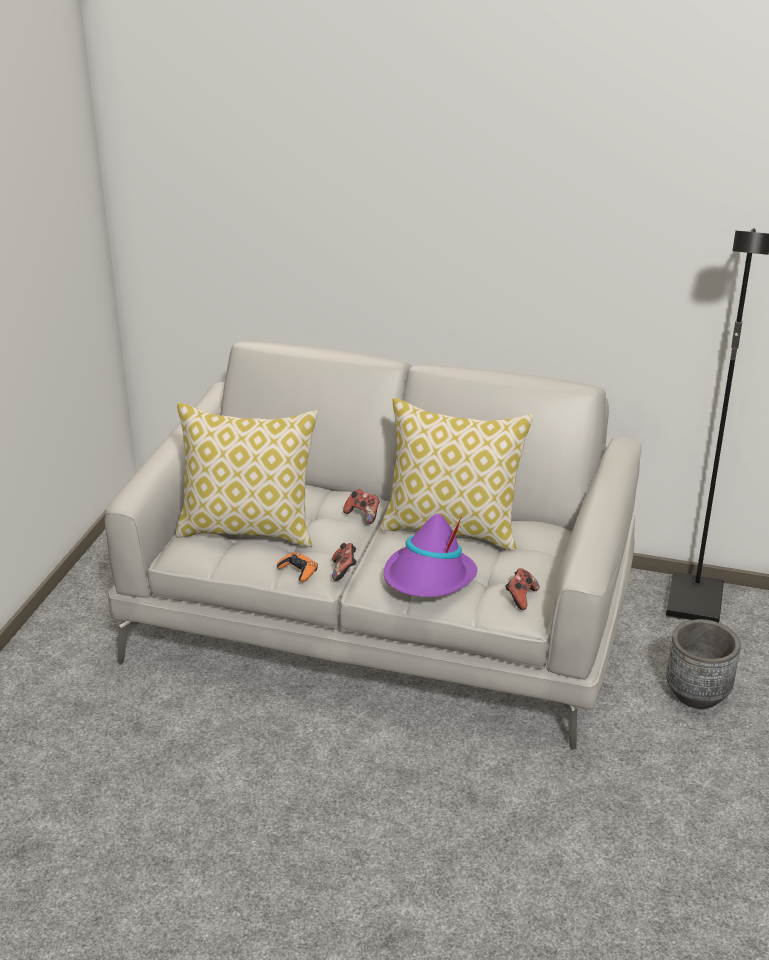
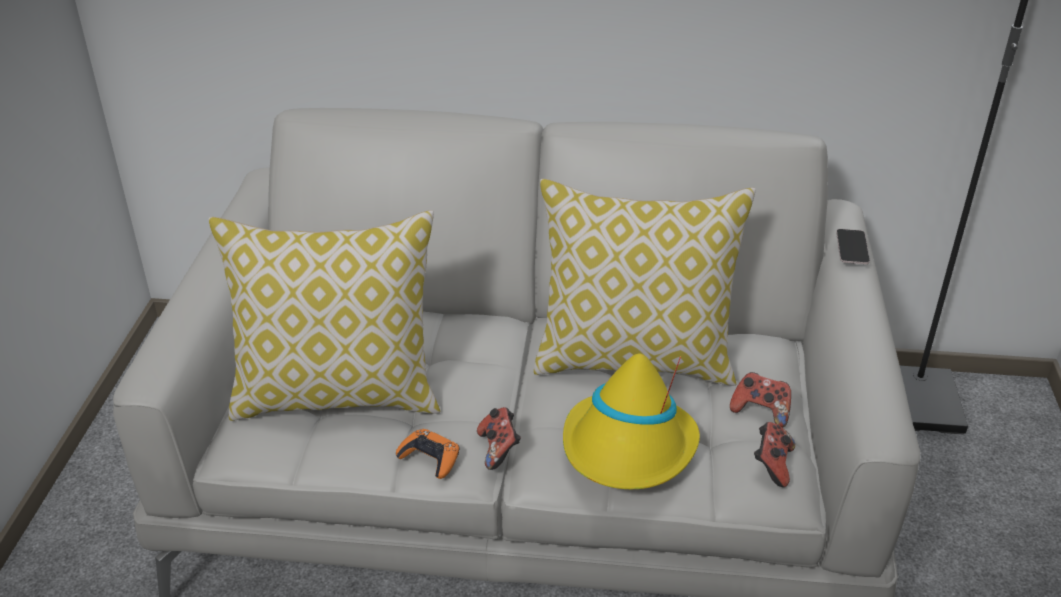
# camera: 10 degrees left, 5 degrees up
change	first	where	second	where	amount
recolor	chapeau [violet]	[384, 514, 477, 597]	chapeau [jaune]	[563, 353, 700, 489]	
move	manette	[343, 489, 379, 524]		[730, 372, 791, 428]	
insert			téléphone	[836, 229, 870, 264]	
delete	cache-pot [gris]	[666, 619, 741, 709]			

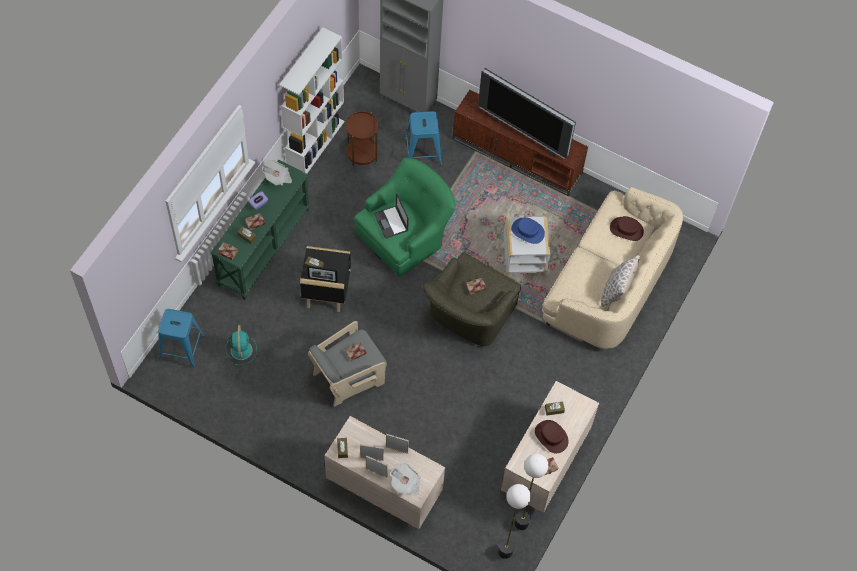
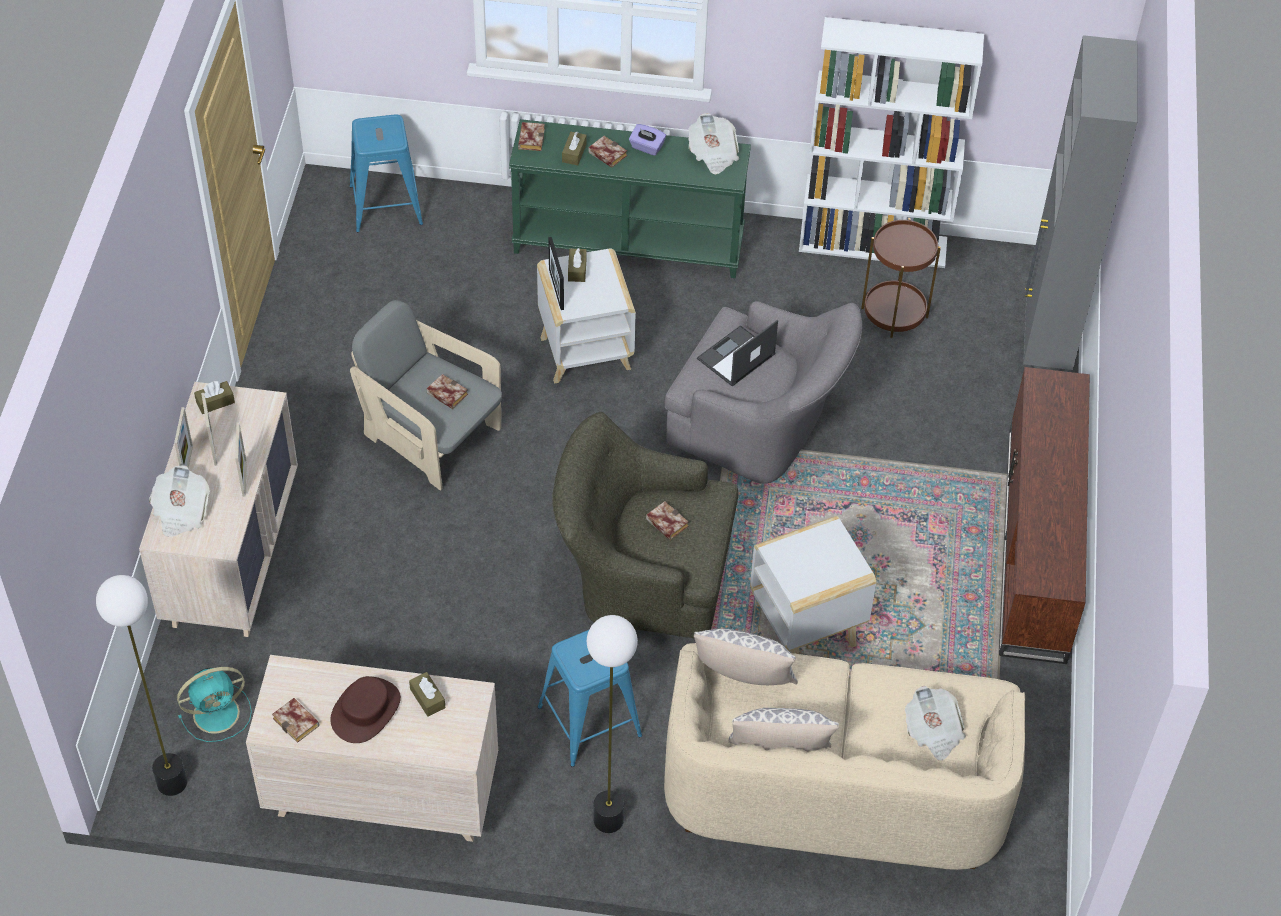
# camera: 70 degrees right, 10 degrees down
change	first	where	second	where	amount
move	ventilateur [turquoise]	[225, 325, 257, 366]		[177, 667, 252, 742]	
recolor	table d'appoint [noir]	[300, 246, 351, 312]	table d'appoint [blanc]	[537, 248, 636, 384]	
move	tabouret [bleu]	[404, 111, 442, 165]		[538, 630, 642, 767]	
move	lampadaire	[514, 454, 548, 530]		[587, 615, 638, 833]	
recolor	fauteuil [vert]	[354, 158, 456, 277]	fauteuil [gris]	[665, 301, 862, 484]	
insert			coussin	[694, 629, 797, 685]	
replace	chapeau [marron]	[610, 216, 644, 241]	journal	[905, 686, 966, 761]	
delete	téléviseur	[478, 68, 576, 159]			
delete	chapeau [bleu]	[511, 217, 545, 244]			

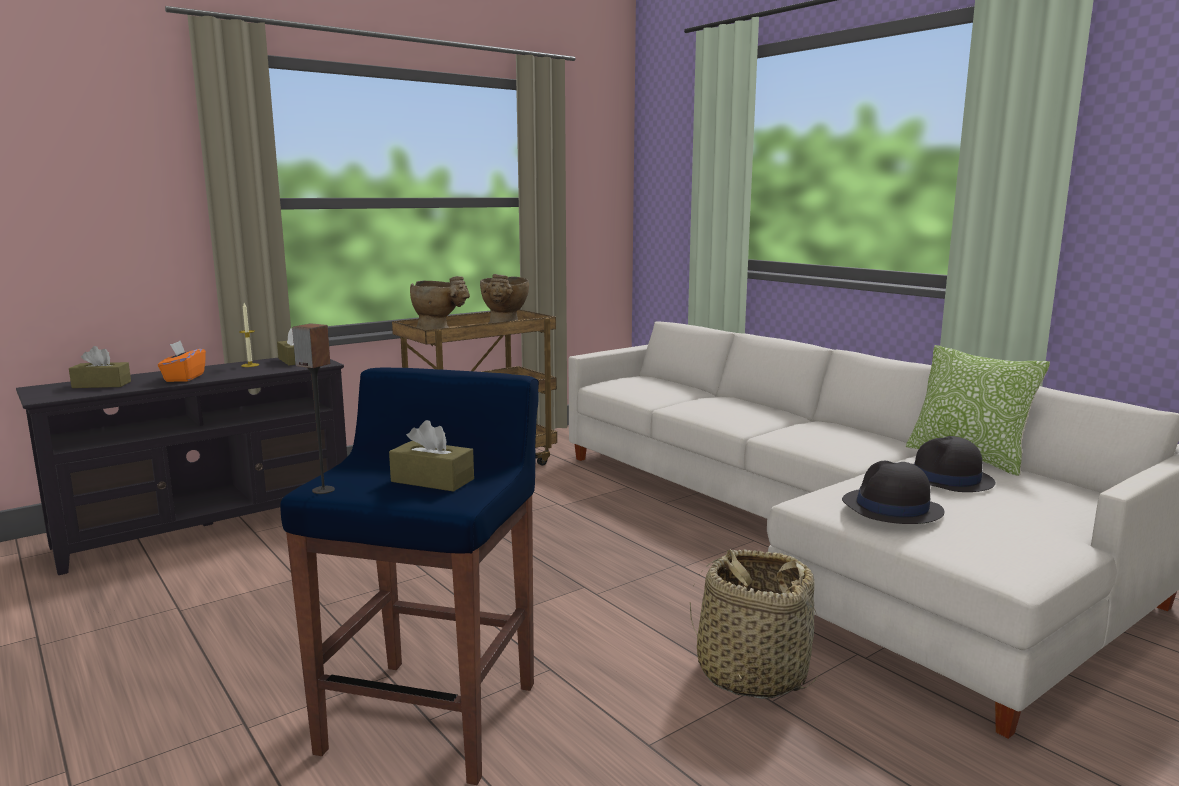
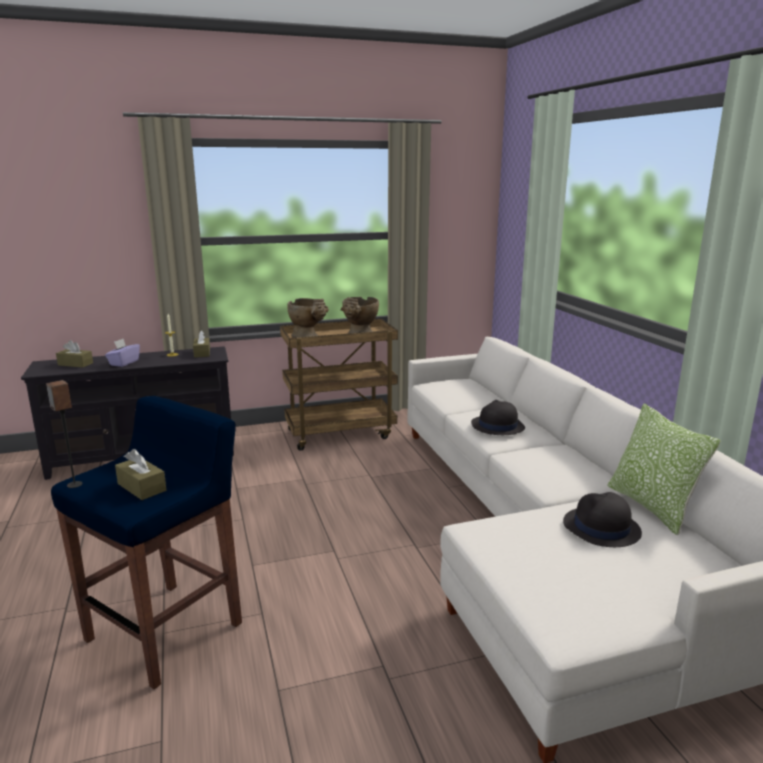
# camera: 20 degrees right, 5 degrees up
change	first	where	second	where	amount
recolor	boîte à mouchoirs [orange]	[158, 341, 206, 382]	boîte à mouchoirs [violet]	[105, 339, 140, 367]	
move	chapeau [noir]	[842, 461, 944, 524]		[471, 400, 525, 435]	
delete	panier	[690, 549, 819, 699]			

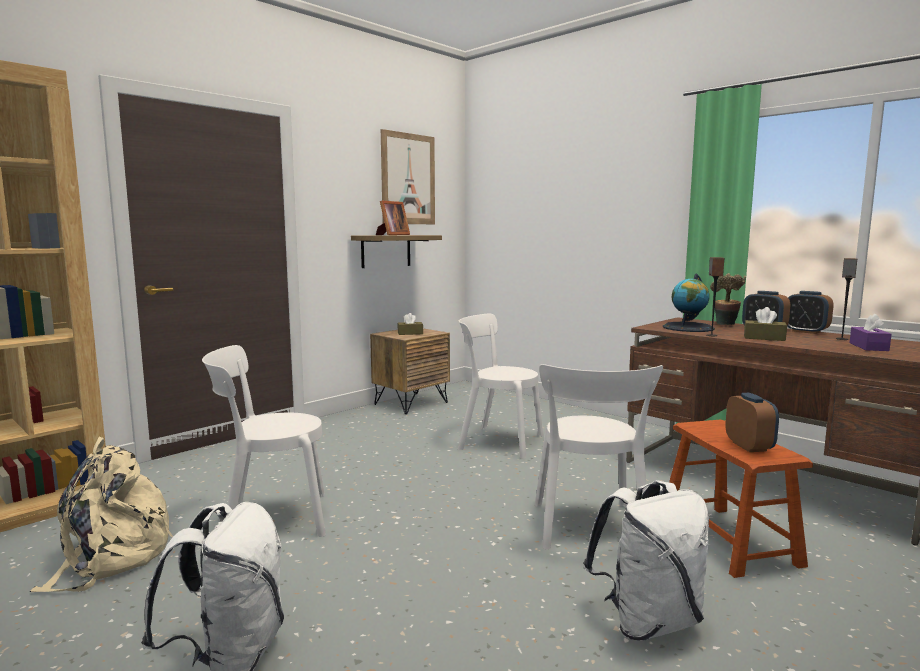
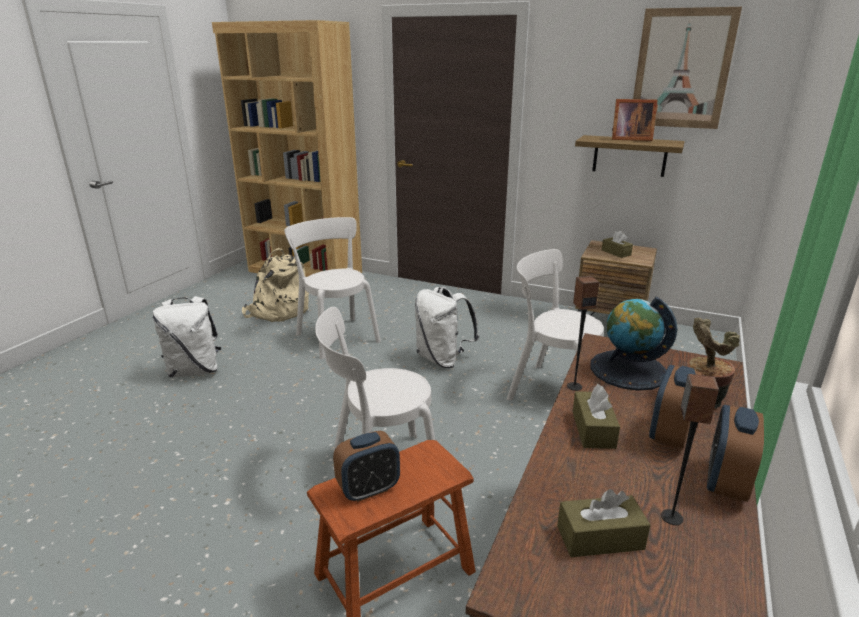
# camera: 70 degrees right, 15 degrees up
change	first	where	second	where	amount
move	sac à dos [blanc]	[583, 480, 709, 641]		[415, 287, 479, 368]	
rotate	chaise [blanc]	[458, 314, 544, 459]		[507, 249, 604, 400]	60 degrees counterclockwise
recolor	boîte à mouchoirs [violet]	[850, 313, 892, 351]	boîte à mouchoirs [marron]	[557, 489, 650, 557]	

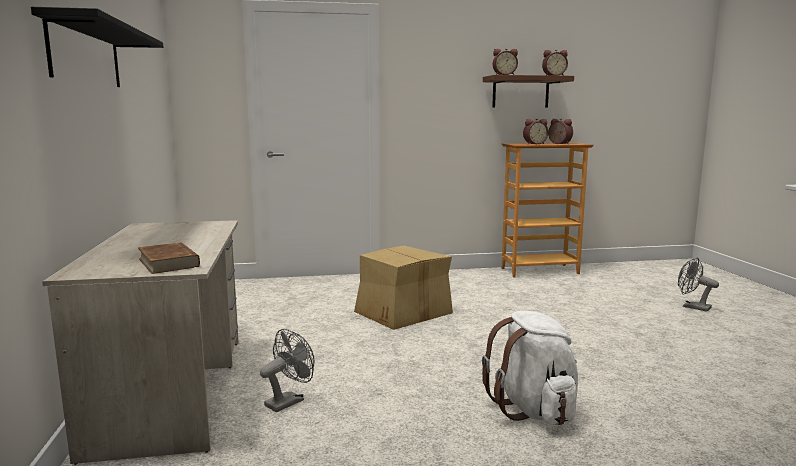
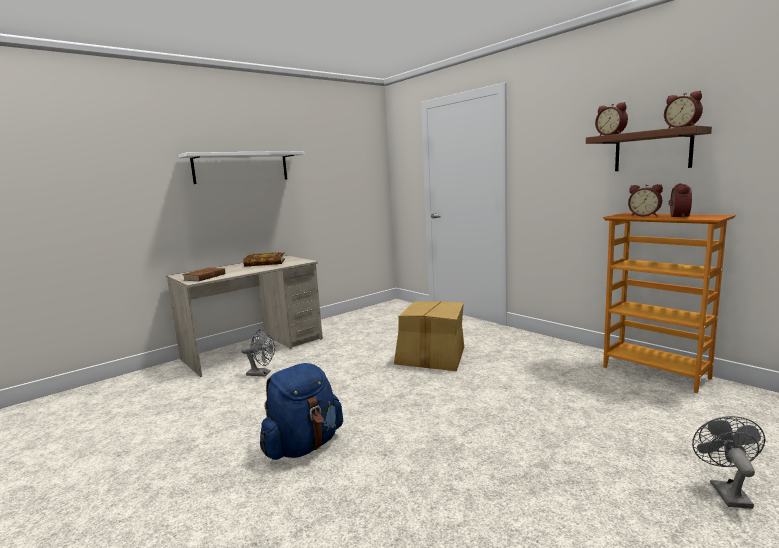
# camera: 60 degrees right, 0 degrees up
change	first	where	second	where	amount
recolor	étagère [noir]	[31, 7, 164, 87]	étagère [blanc]	[178, 151, 305, 184]	
insert			livre	[243, 252, 285, 267]	
recolor	sac à dos [blanc]	[482, 311, 578, 425]	sac à dos [bleu]	[260, 363, 343, 460]	

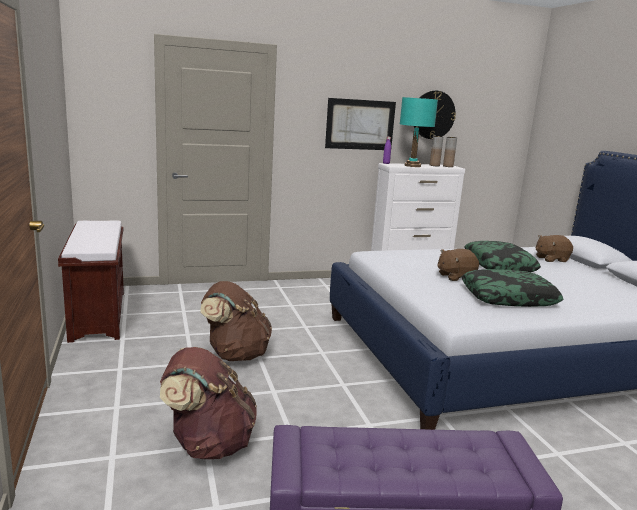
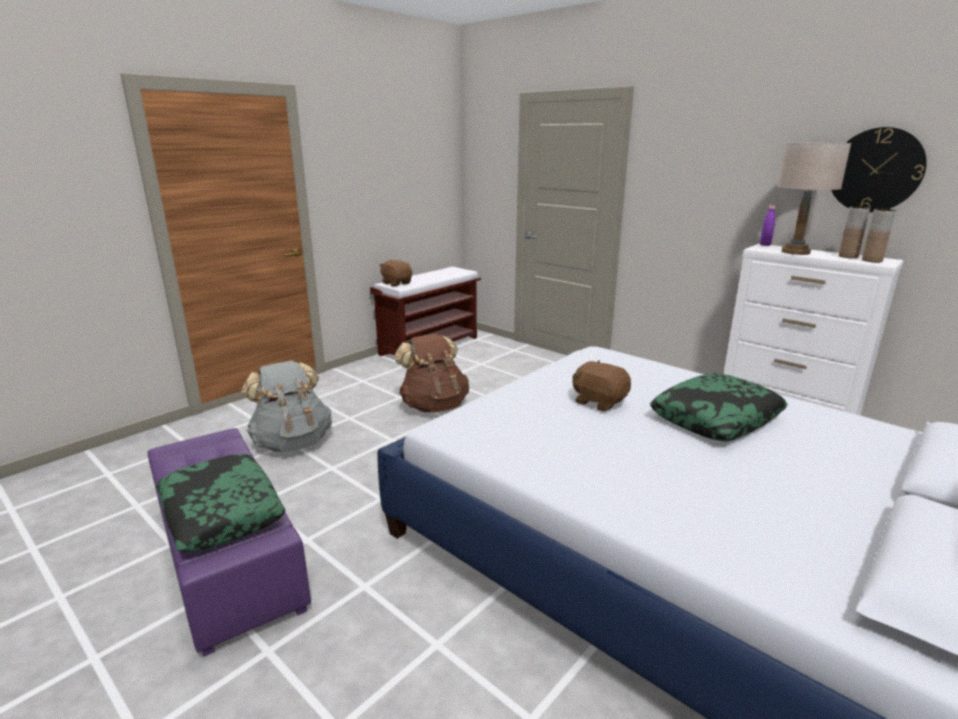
# camera: 60 degrees right, 5 degrees up
change	first	where	second	where	amount
move	coussin	[462, 269, 563, 307]		[156, 454, 286, 552]	
recolor	sac à dos [marron]	[160, 347, 257, 459]	sac à dos [gris]	[241, 360, 332, 452]	
move	peluche [marron]	[536, 235, 573, 262]		[379, 260, 412, 287]	
recolor	lampe de table [turquoise]	[400, 97, 438, 167]	lampe de table [beige]	[778, 143, 851, 255]	
delete	tableau	[325, 98, 396, 150]			

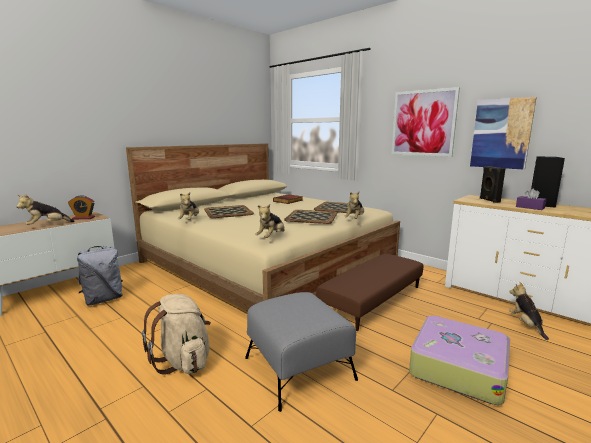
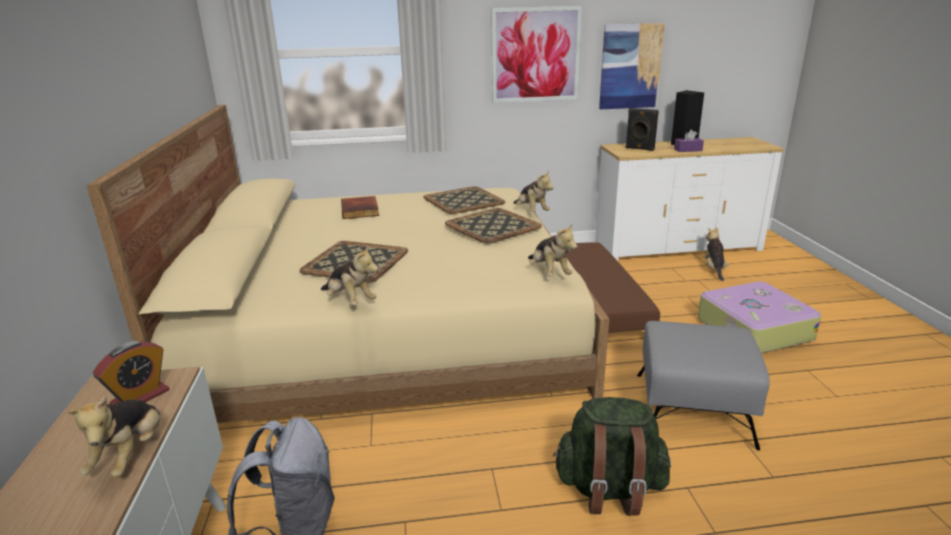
# camera: 50 degrees left, 10 degrees up
change	first	where	second	where	amount
recolor	sac à dos [beige]	[142, 294, 211, 375]	sac à dos [vert]	[553, 397, 671, 516]	
rotate	peluche	[509, 282, 549, 340]		[704, 227, 730, 281]	60 degrees clockwise

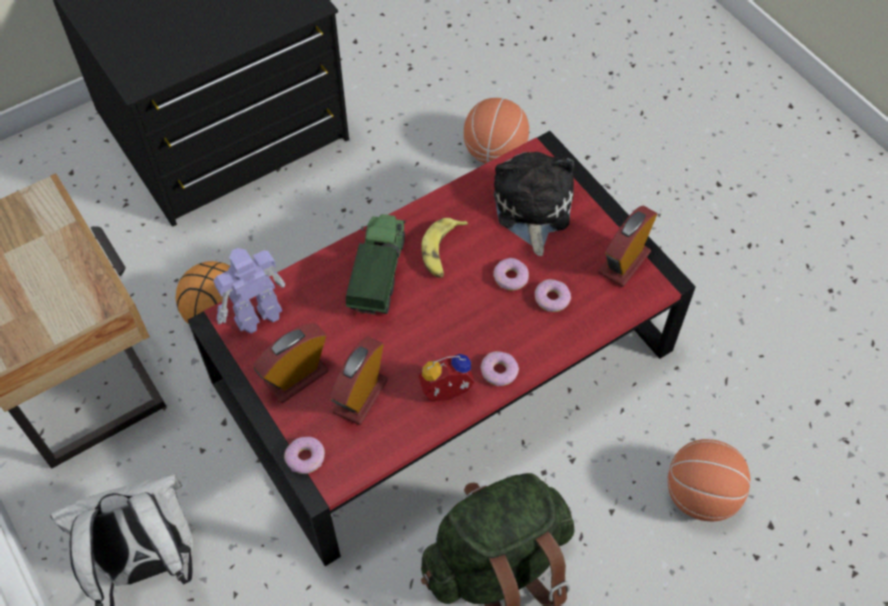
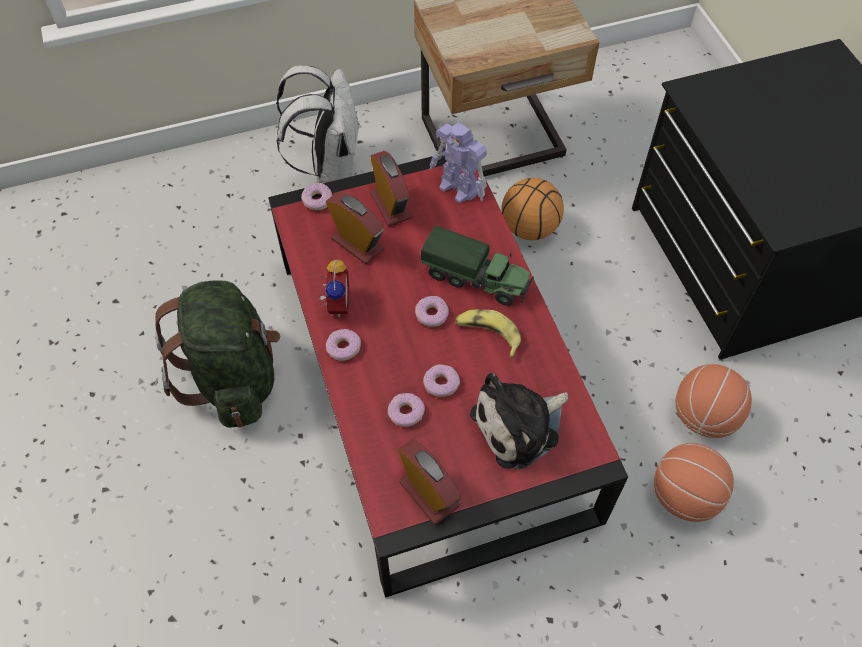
# camera: 105 degrees right, 0 degrees up
change	first	where	second	where	amount
insert			beignet	[415, 296, 449, 327]	
rotate	robot jouet	[213, 248, 285, 334]		[429, 122, 487, 203]	150 degrees clockwise
rotate	peluche	[494, 152, 574, 256]		[470, 373, 568, 469]	135 degrees clockwise
move	ballon de basket	[668, 439, 750, 521]		[676, 364, 752, 438]	

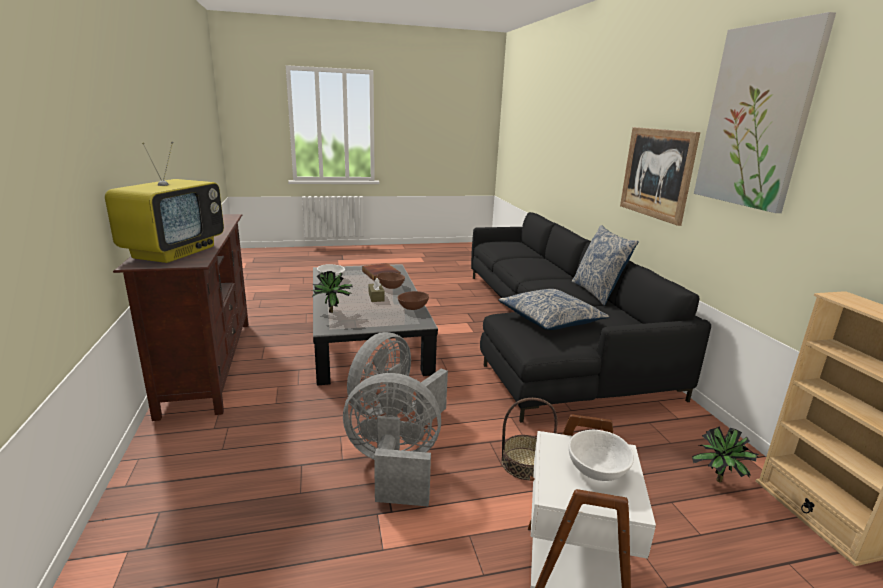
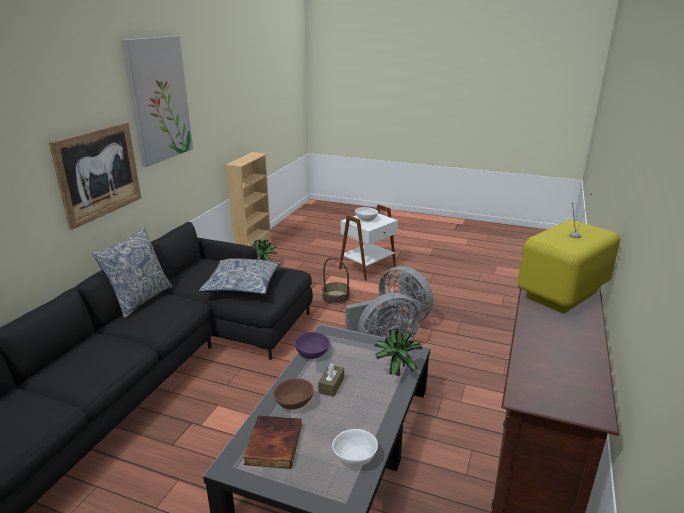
# camera: 145 degrees left, 5 degrees up
change	first	where	second	where	amount
recolor	bol [marron]	[398, 291, 429, 310]	bol [violet]	[295, 332, 330, 359]	

